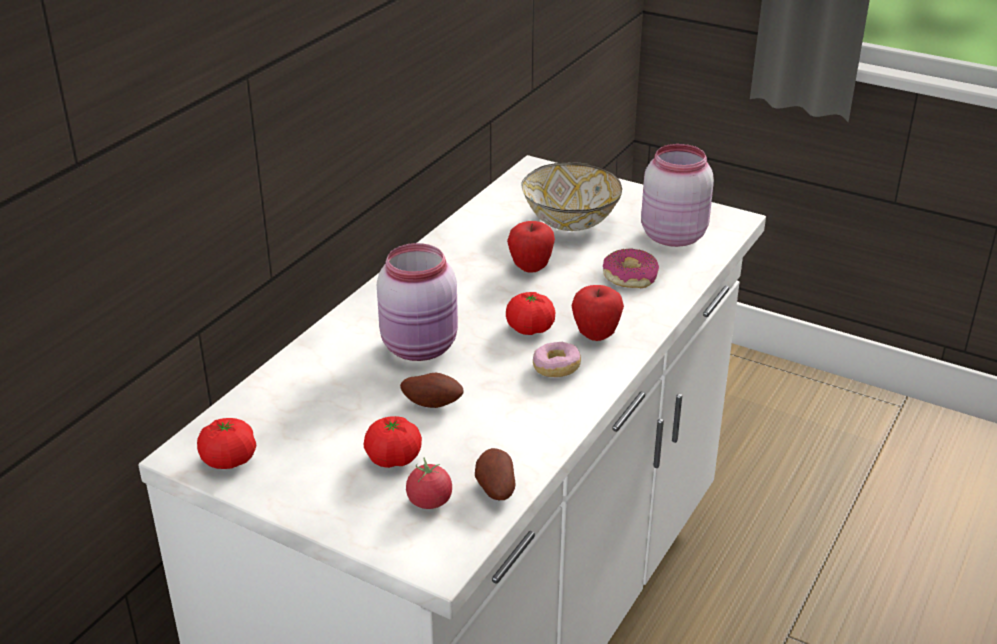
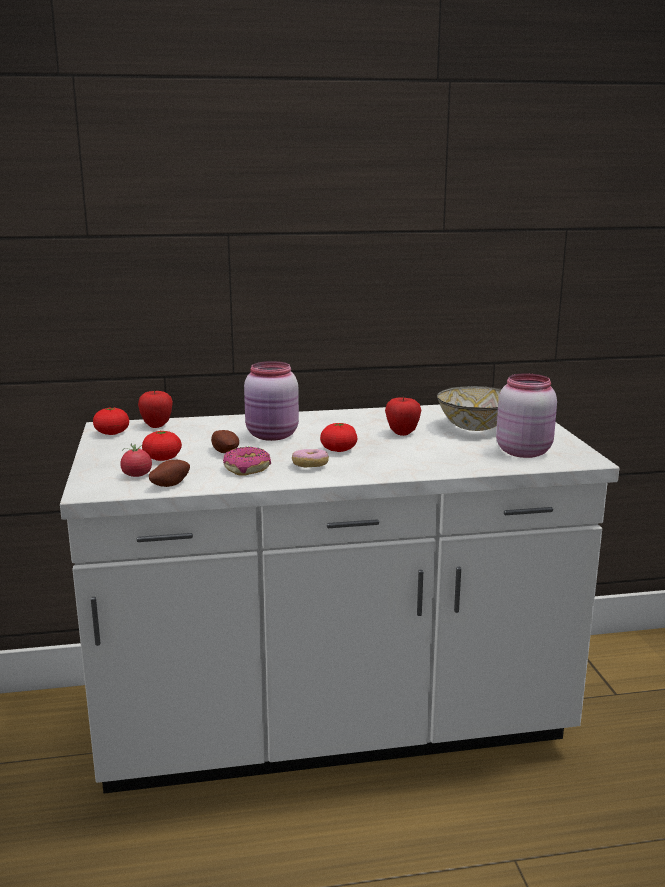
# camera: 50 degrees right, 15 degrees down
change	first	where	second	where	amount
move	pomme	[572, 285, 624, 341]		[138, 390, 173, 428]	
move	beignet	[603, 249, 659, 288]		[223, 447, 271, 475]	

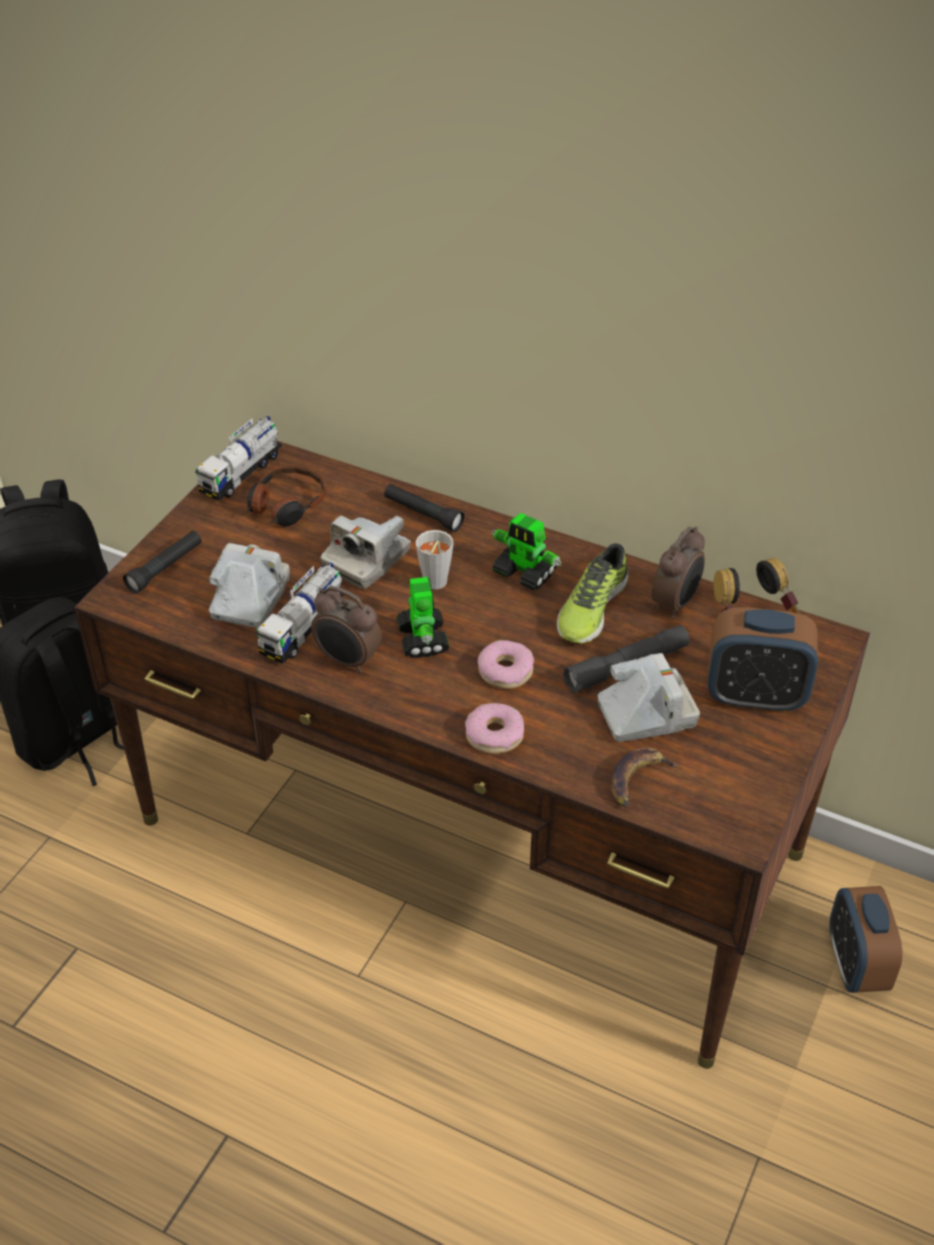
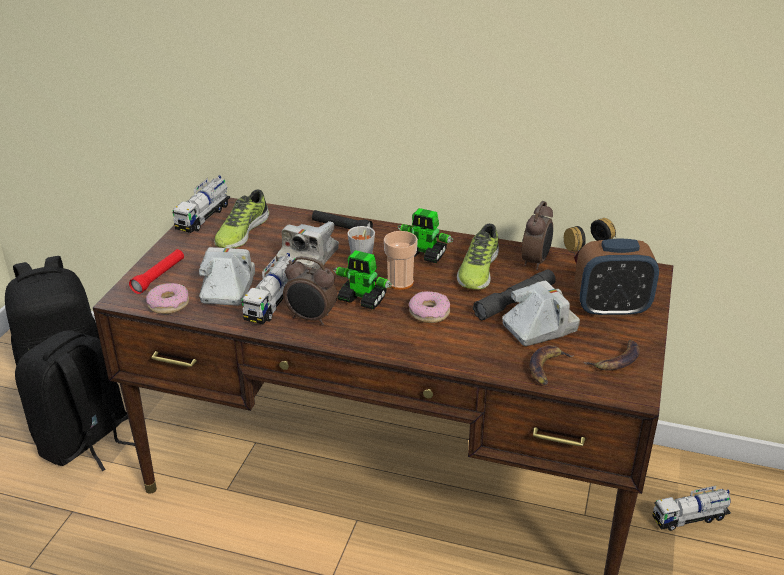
# camera: 10 degrees left, 10 degrees down
change	first	where	second	where	amount
recolor	lampe de poche [noir]	[123, 531, 202, 594]	lampe de poche [rouge]	[129, 249, 184, 294]	
move	beignet	[465, 703, 524, 754]		[146, 283, 189, 314]	
replace	casque audio	[247, 466, 326, 527]	chaussure	[214, 190, 269, 248]	
rotate	robot jouet	[396, 577, 449, 658]		[334, 250, 392, 310]	135 degrees clockwise
insert			tasse	[384, 231, 418, 290]	
insert			banane	[584, 340, 640, 371]	
replace	réveil	[829, 886, 902, 993]	camion jouet	[652, 485, 731, 531]	

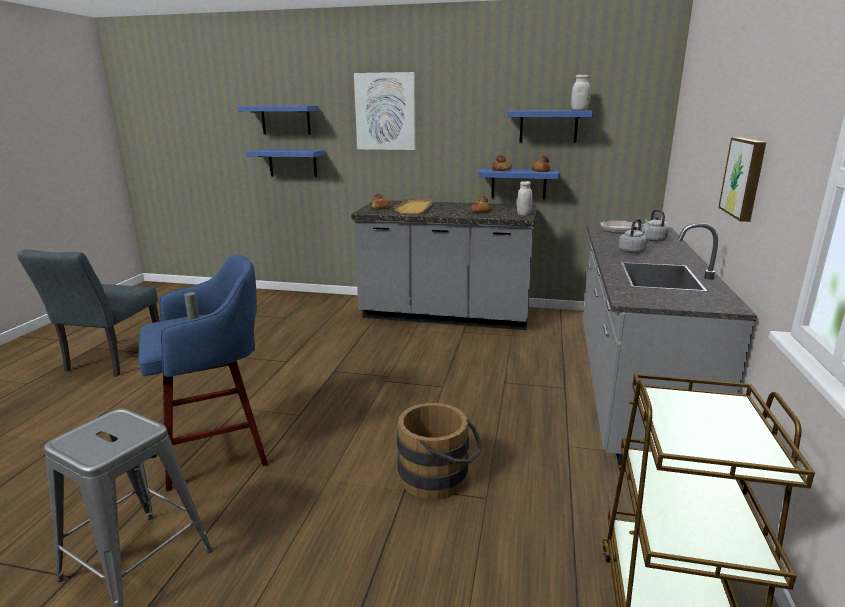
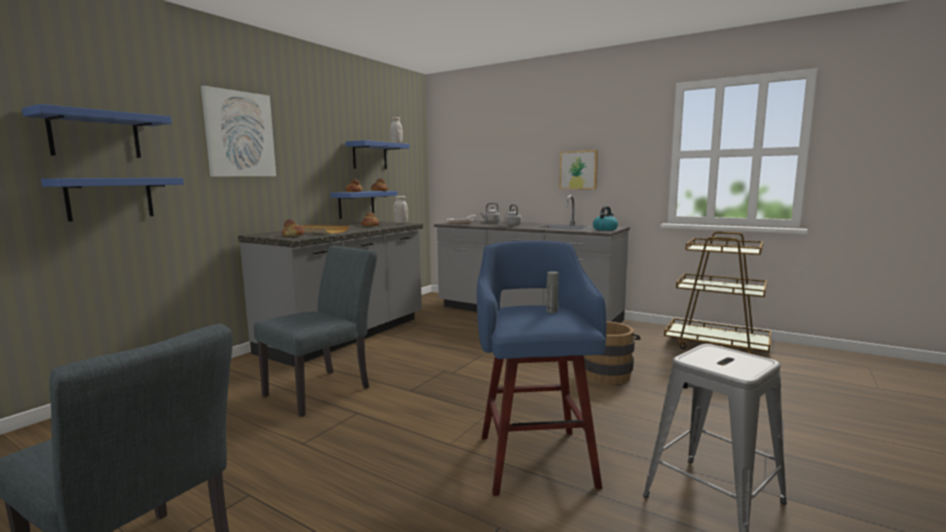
# camera: 70 degrees left, 10 degrees down
change	first	where	second	where	amount
insert			chaise [gris]	[254, 245, 377, 417]	
insert			bouilloire	[593, 206, 618, 231]	

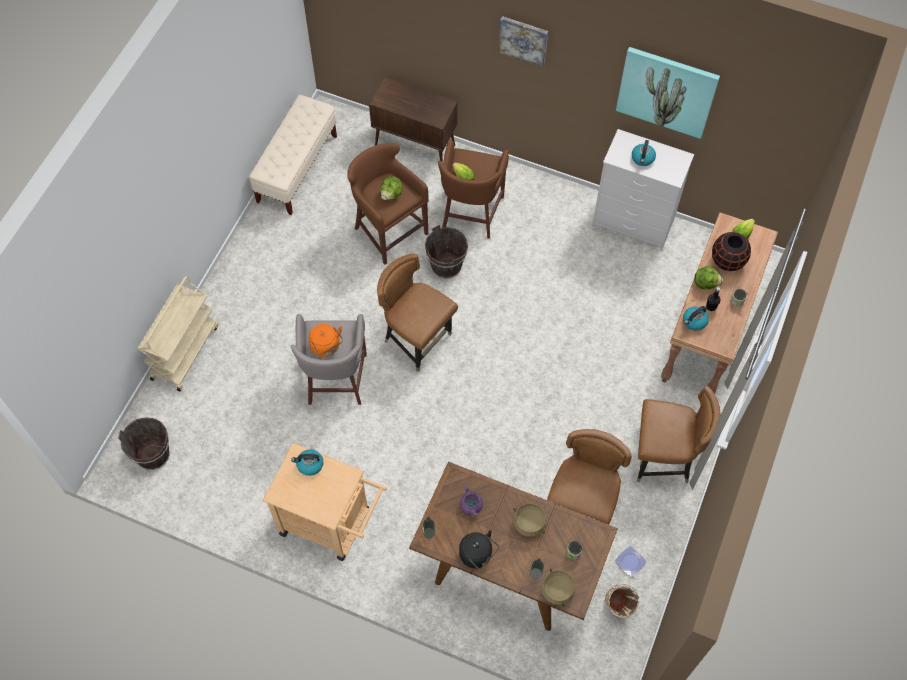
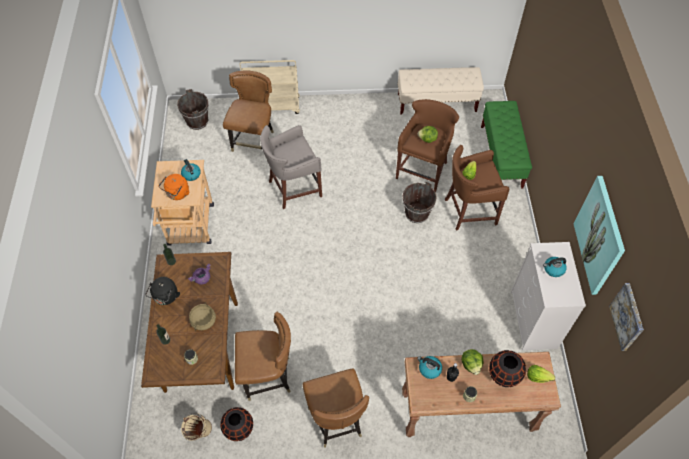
# camera: 65 degrees right, 5 degrees down
change	first	where	second	where	amount
move	bouilloire [orange]	[309, 324, 343, 357]		[158, 174, 189, 200]	
replace	assiette	[615, 546, 647, 577]	vase [noir]	[220, 407, 253, 441]	
move	chaise [marron]	[377, 253, 458, 372]		[223, 70, 274, 152]	
replace	meuble de rangement [marron]	[369, 77, 458, 162]	banc [vert]	[481, 101, 532, 189]	
move	tableau	[499, 16, 548, 67]		[609, 283, 644, 351]	
delete	marmite [beige]	[541, 568, 576, 607]			

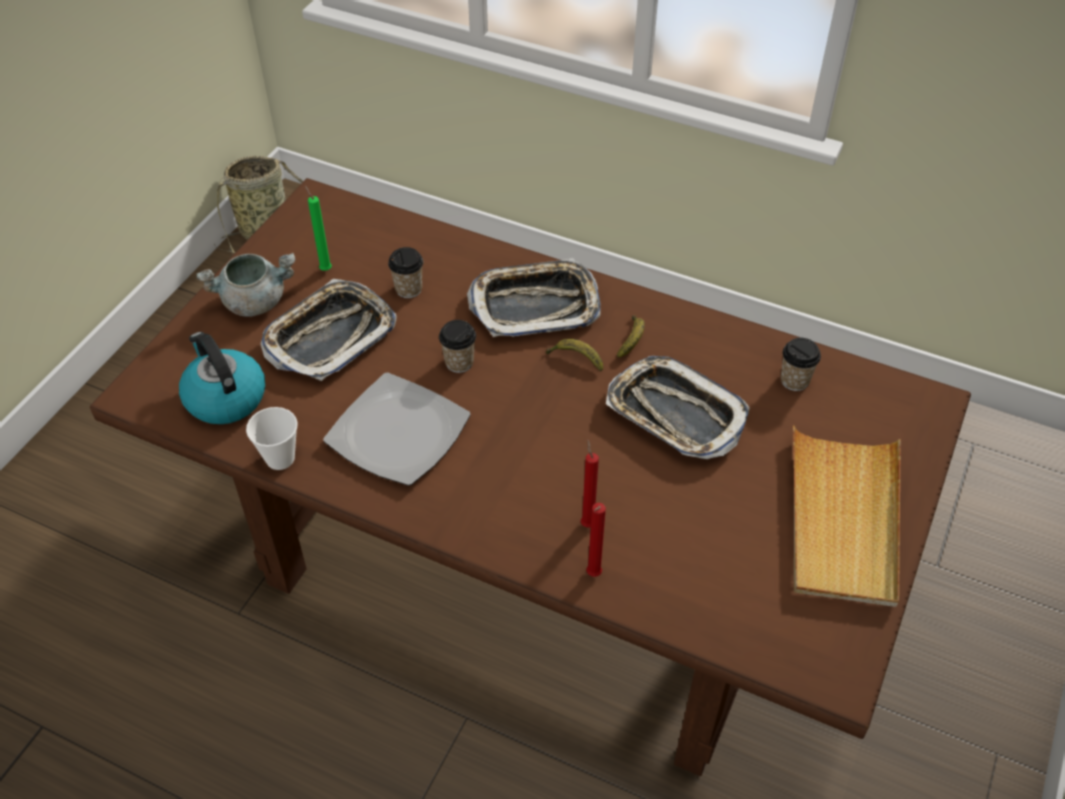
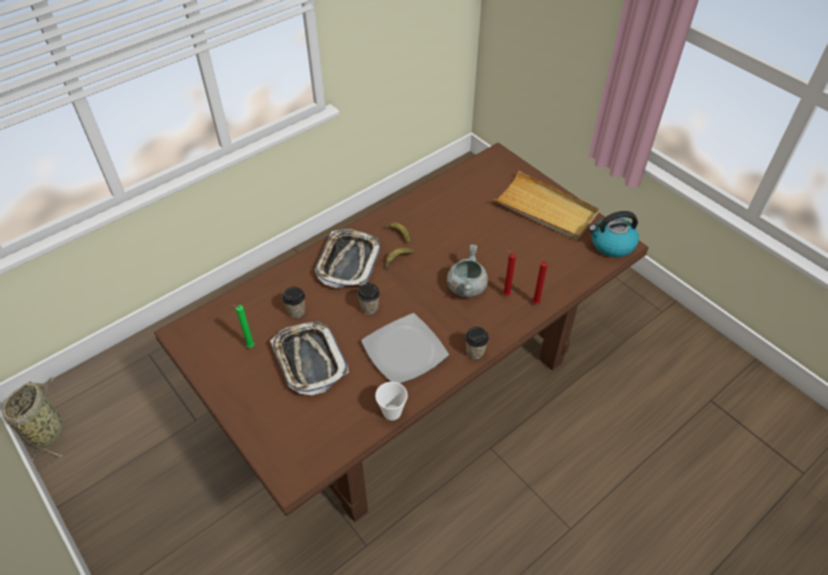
# camera: 65 degrees left, 0 degrees up
change	first	where	second	where	amount
move	marmite [gris]	[196, 253, 295, 317]		[447, 244, 488, 297]	
move	tasse	[781, 338, 821, 391]		[465, 327, 489, 359]	
move	bouilloire	[179, 332, 265, 424]		[589, 211, 639, 257]	
delete	plateau	[606, 356, 750, 459]			

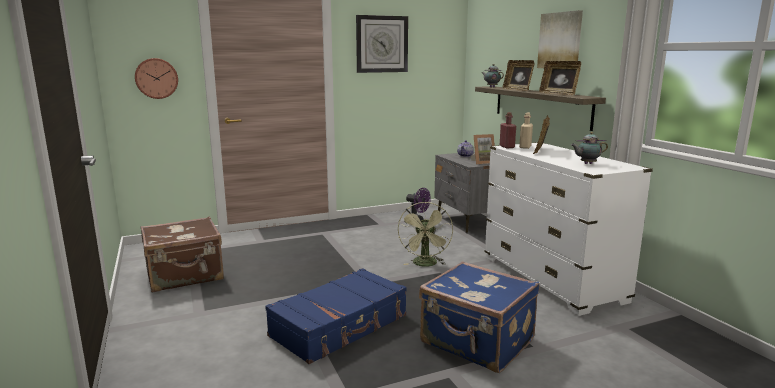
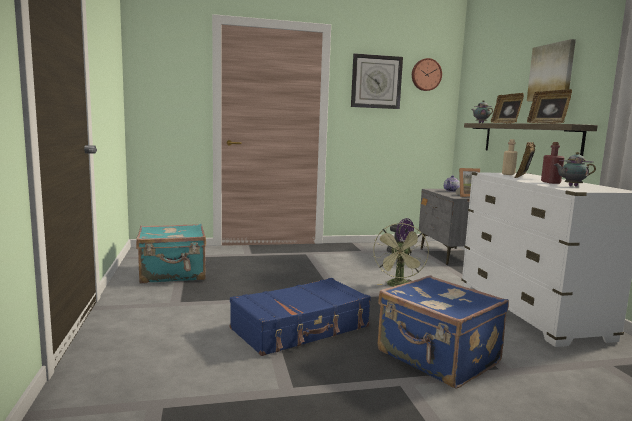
# camera: 10 degrees right, 5 degrees down
change	first	where	second	where	amount
recolor	valise [marron]	[141, 217, 224, 292]	valise [turquoise]	[136, 224, 206, 284]	
move	horloge murale	[135, 58, 178, 99]		[412, 58, 442, 91]	
move	bouteille [rouge]	[500, 112, 516, 148]		[541, 142, 564, 184]	

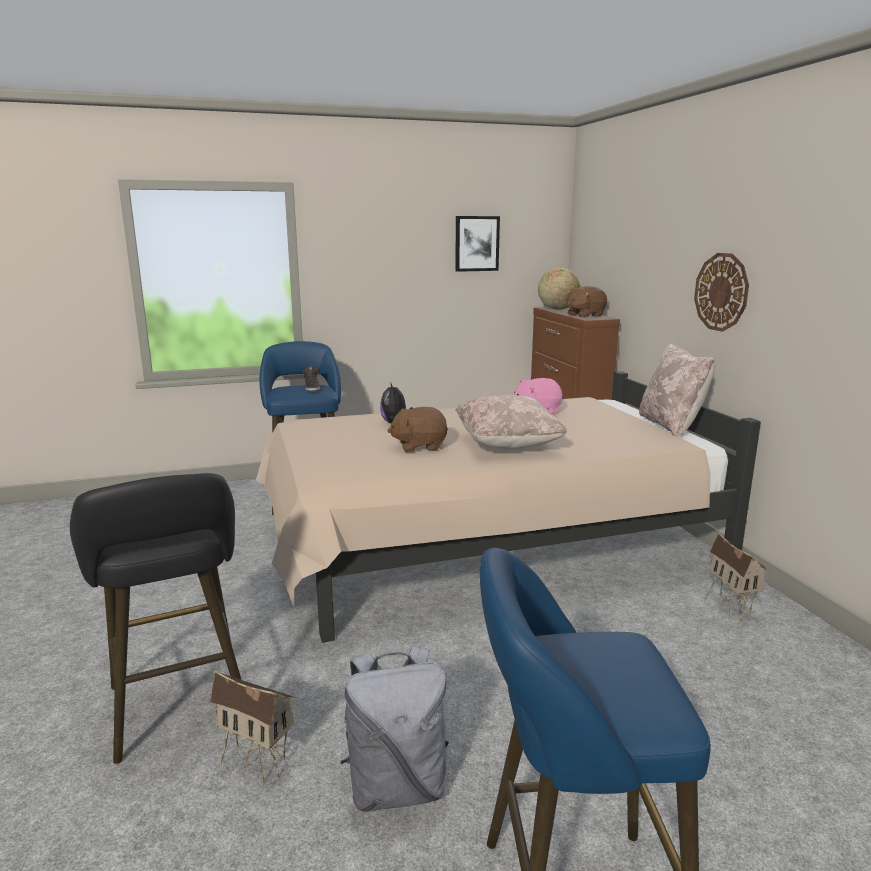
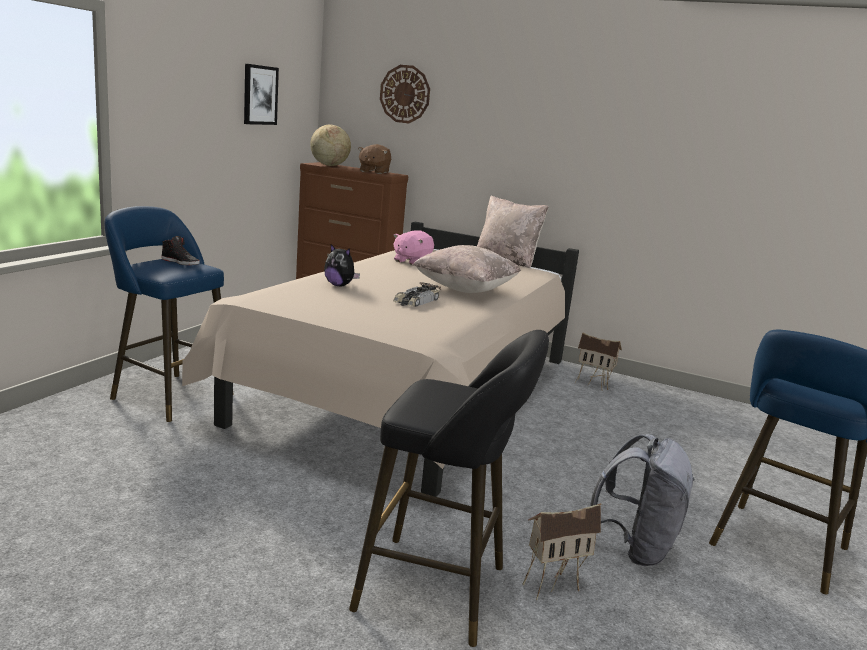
# camera: 50 degrees left, 0 degrees up
change	first	where	second	where	amount
move	horloge murale	[694, 253, 749, 332]		[380, 65, 430, 123]	
replace	peluche [marron]	[387, 407, 448, 452]	petite voiture	[393, 282, 441, 307]	

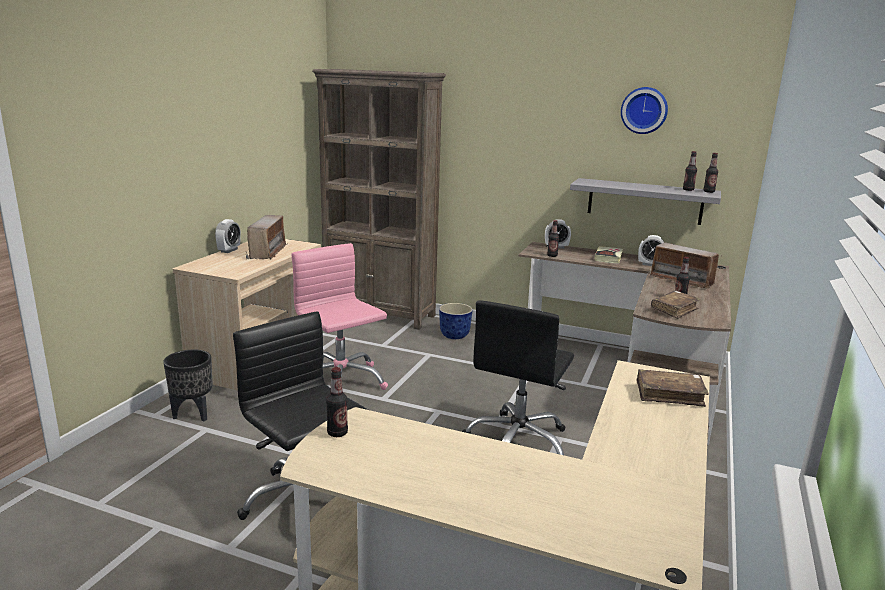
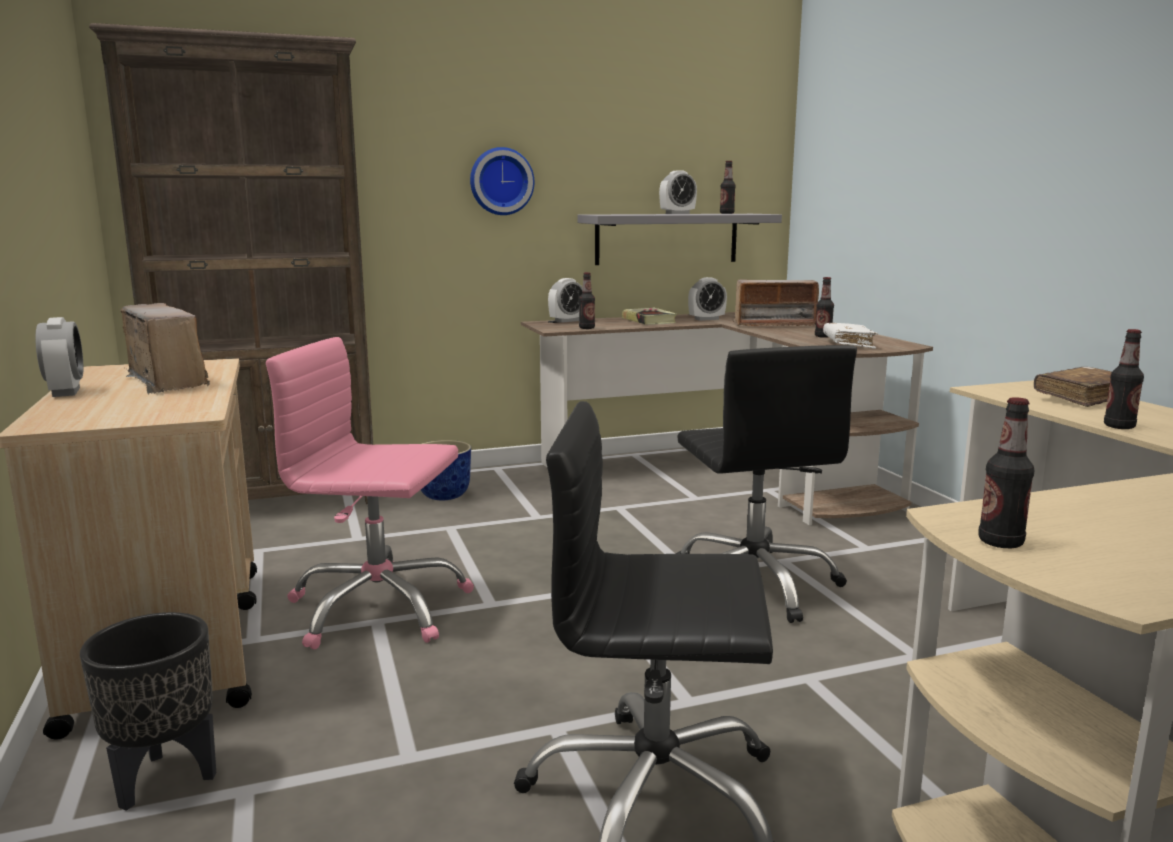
# camera: 40 degrees left, 5 degrees down
change	first	where	second	where	amount
move	horloge murale	[621, 87, 668, 134]		[470, 147, 534, 215]	
insert			réveil	[659, 170, 697, 214]	
recolor	livre [marron]	[651, 291, 701, 319]	livre [blanc]	[823, 323, 878, 349]	
move	bouteille	[703, 153, 718, 193]		[1104, 329, 1144, 429]	

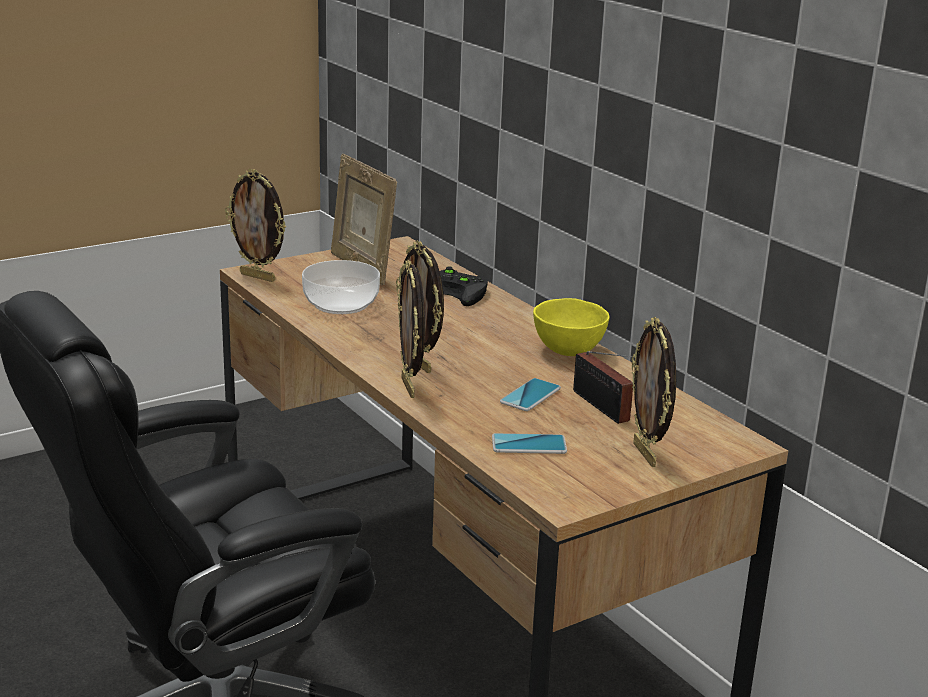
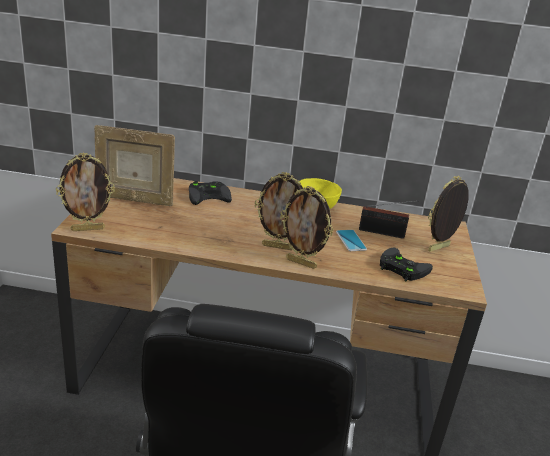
# camera: 50 degrees left, 5 degrees up
change	first	where	second	where	amount
replace	téléphone	[492, 433, 567, 454]	manette [noir]	[380, 247, 433, 281]	
rotate	cadre photo	[632, 317, 676, 467]		[428, 176, 468, 252]	120 degrees clockwise
delete	bol	[302, 260, 380, 314]			

